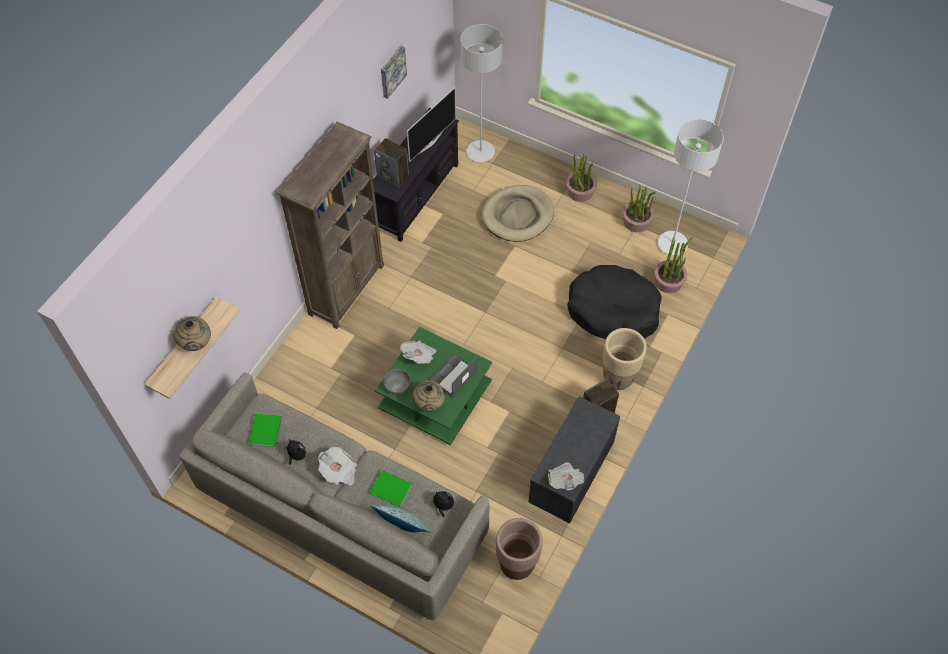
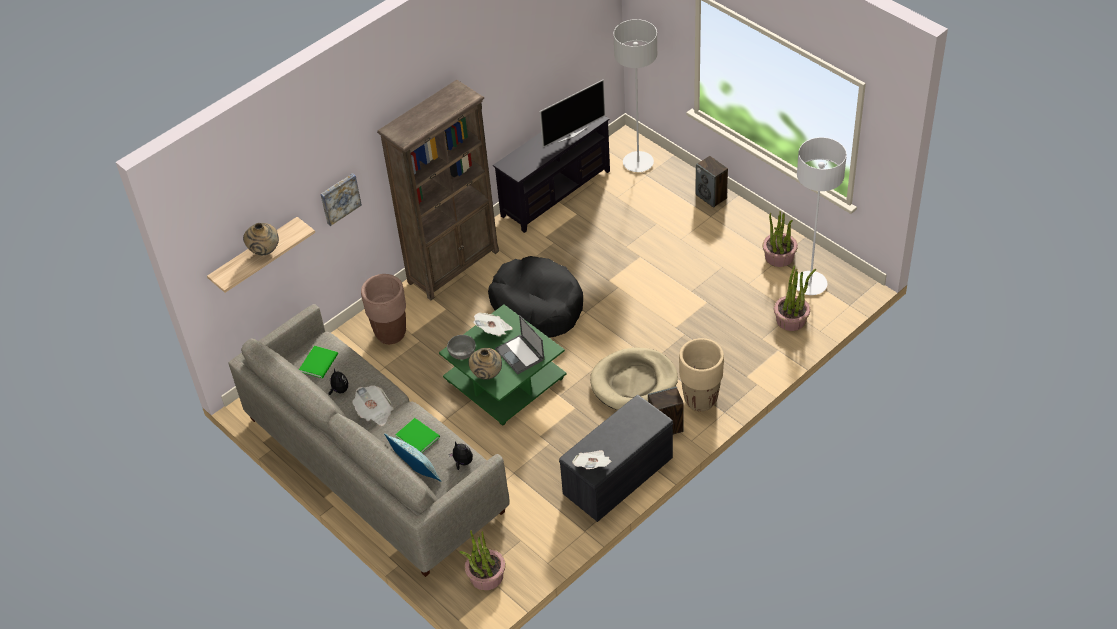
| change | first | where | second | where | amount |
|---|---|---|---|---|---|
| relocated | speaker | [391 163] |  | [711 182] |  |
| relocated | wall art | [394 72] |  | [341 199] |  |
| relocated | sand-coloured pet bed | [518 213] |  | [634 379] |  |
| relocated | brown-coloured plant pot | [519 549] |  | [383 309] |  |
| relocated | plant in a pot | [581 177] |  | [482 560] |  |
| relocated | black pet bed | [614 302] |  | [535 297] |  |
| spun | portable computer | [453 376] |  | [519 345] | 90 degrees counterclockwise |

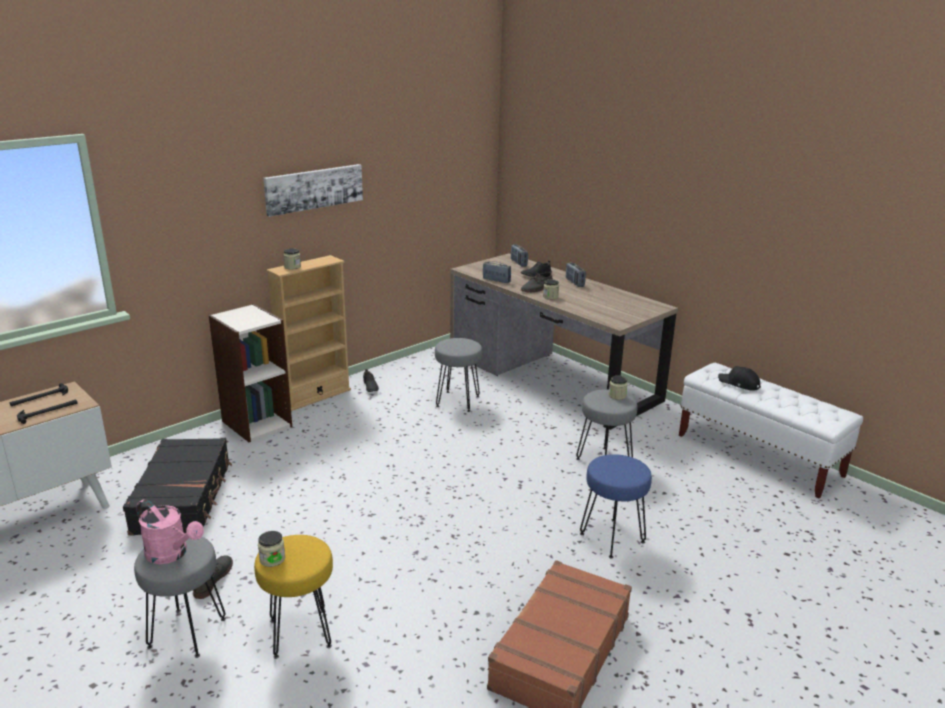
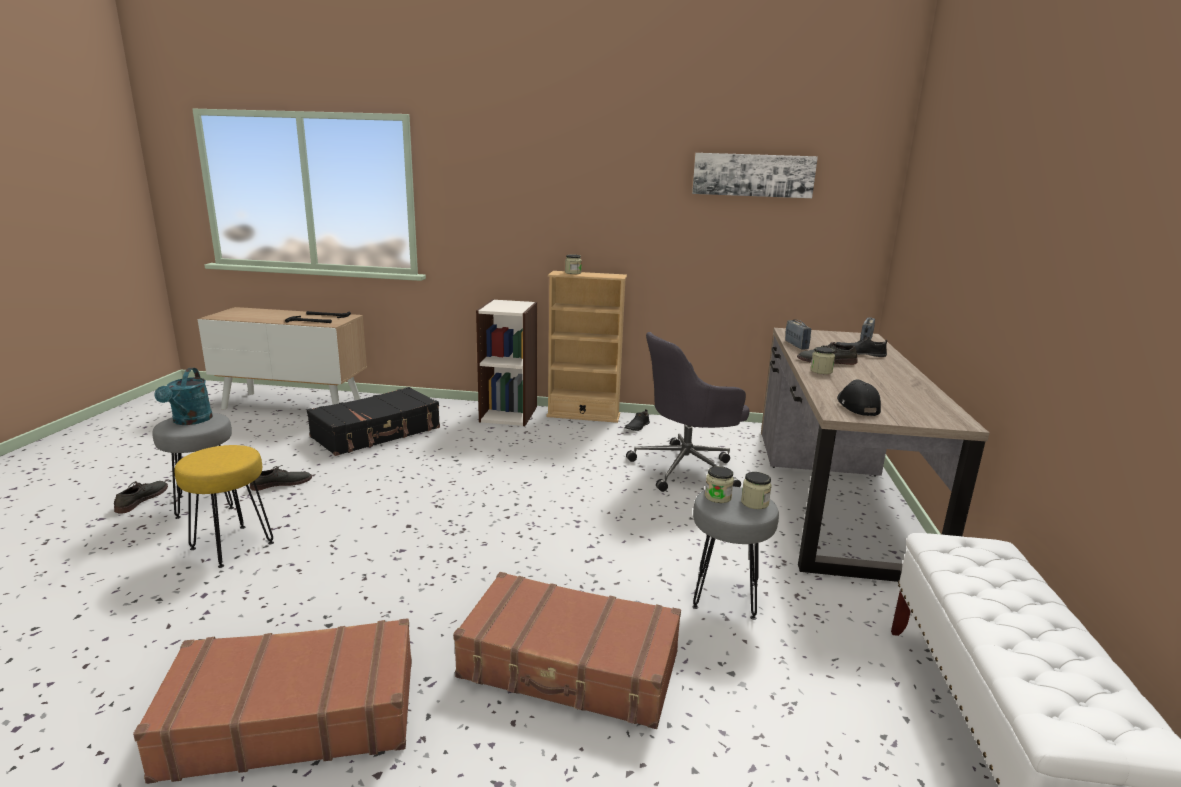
| change | first | where | second | where | amount |
|---|---|---|---|---|---|
| missing | radio set | [576 275] |  |  |  |
| appeared |  |  | grey shoe | [141 497] |  |
| relocated | preserve jar | [271 549] |  | [719 484] |  |
| relocated | wall art | [313 190] |  | [755 175] |  |
| relocated | black peaked cap | [739 378] |  | [859 397] |  |
| exchanged | grey sitting stool | [458 375] | grey desk chair | [688 412] |  |
| exchanged | bluish sitting stool | [616 506] | brown-coloured travel case | [567 650] |  |
| colour | pink watering pot | [170 531] | turquoise watering pot | [183 396] |  |

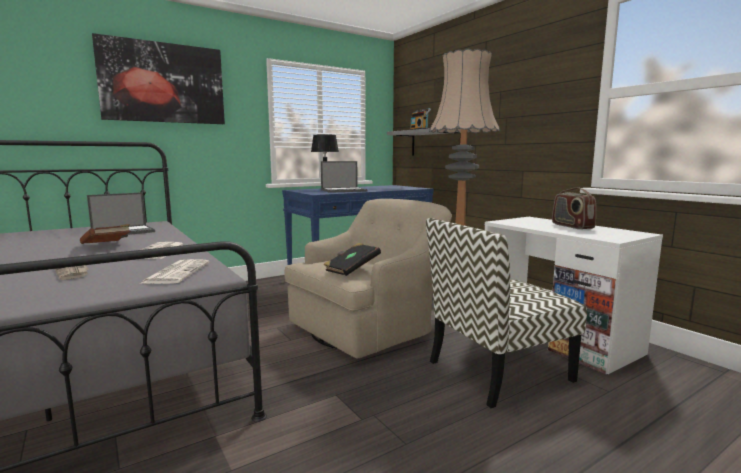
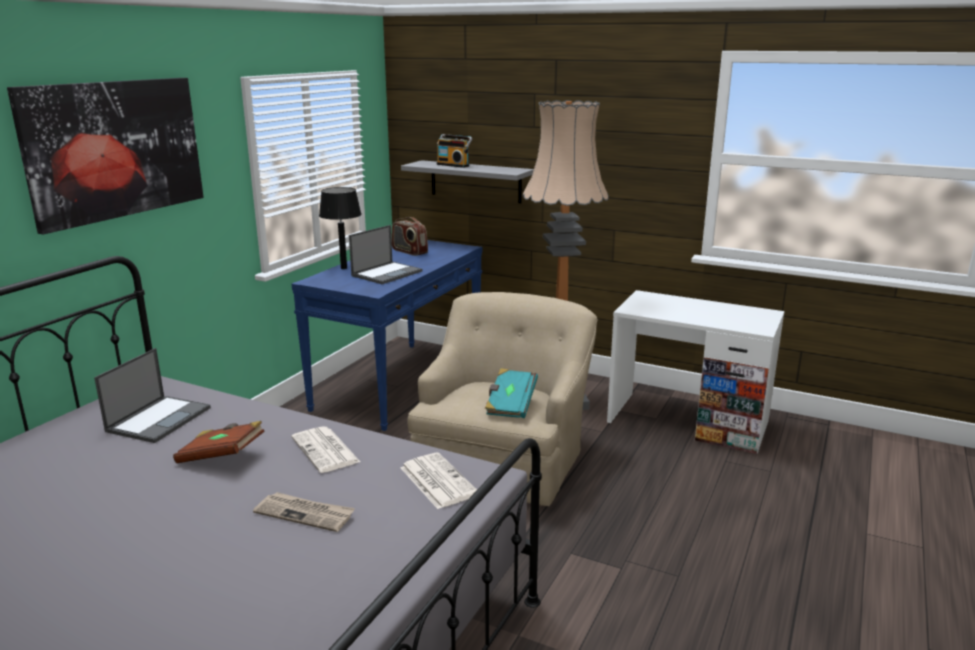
| change | first | where | second | where | amount |
|---|---|---|---|---|---|
| missing | chair | [506 313] |  |  |  |
| relocated | radio set | [574 208] |  | [409 236] |  |
| colour | black volume | [352 259] | turquoise volume | [511 393] |  |

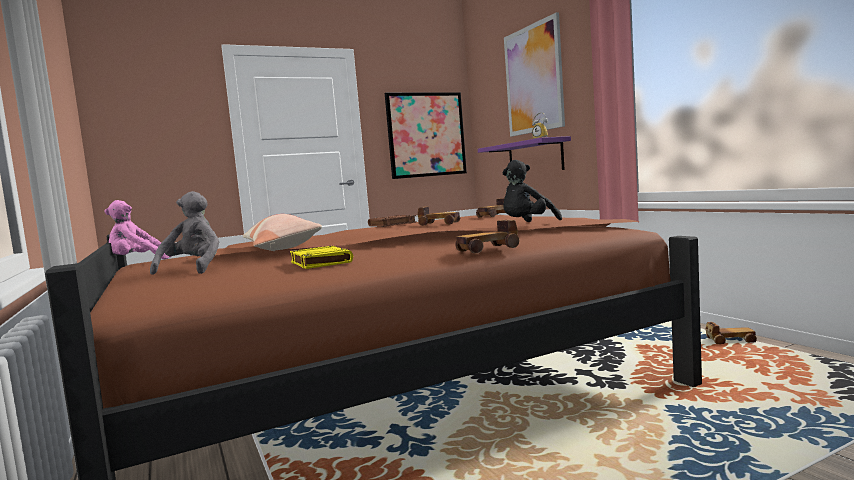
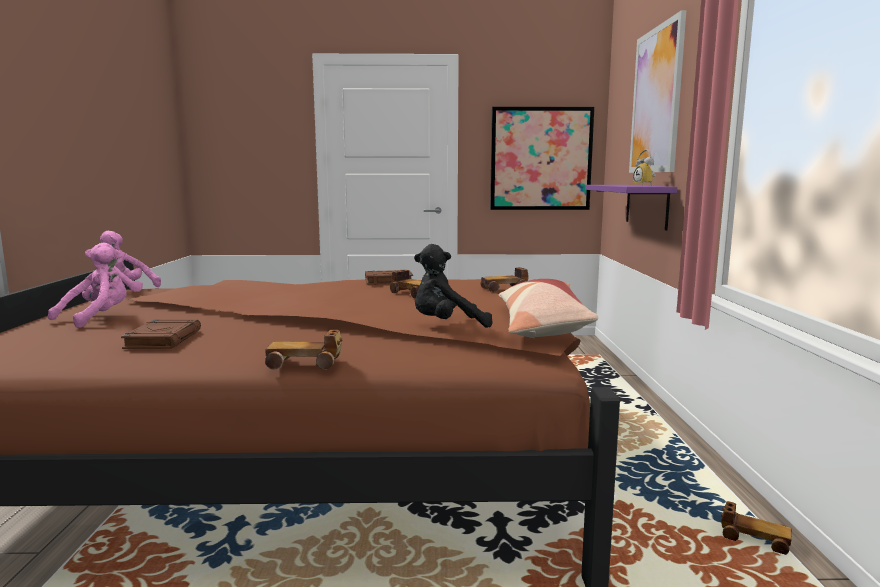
| change | first | where | second | where | amount |
|---|---|---|---|---|---|
| relocated | throw pillow | [282 232] |  | [548 308] |  |
| colour | grey soft toy | [184 233] | pink soft toy | [87 285] |  |
| colour | yellow volume | [321 257] | brown-coloured volume | [161 334] |  |

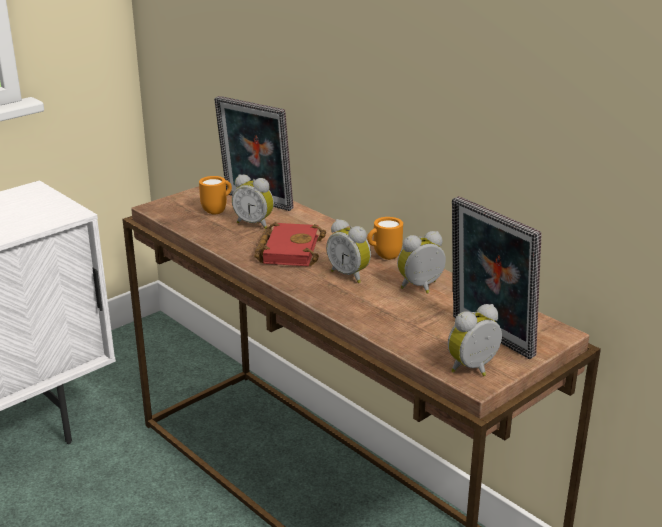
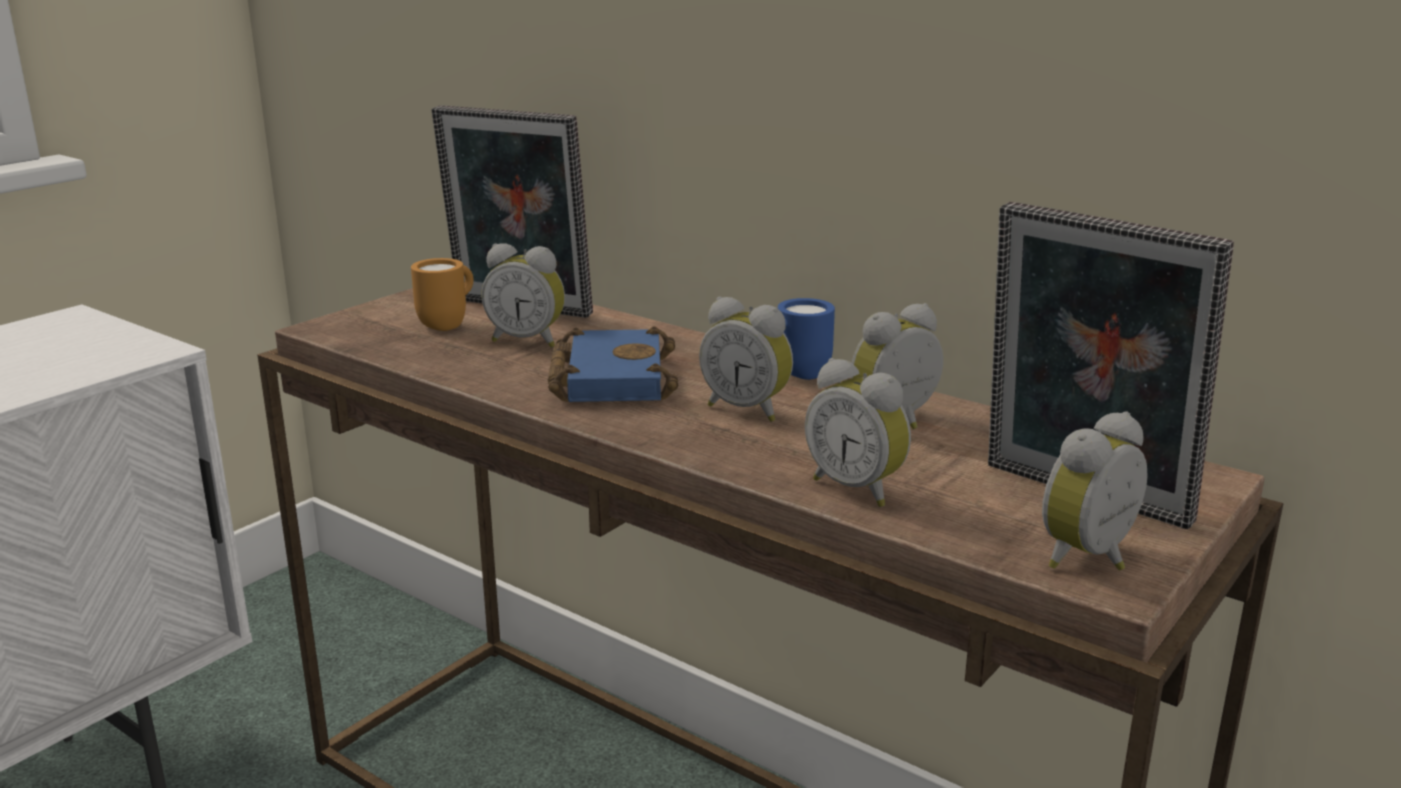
| change | first | where | second | where | amount |
|---|---|---|---|---|---|
| appeared |  |  | bedside clock | [858 432] |  |
| colour | reddish volume | [290 244] | bluish volume | [613 364] |  |
| colour | orange mug | [385 238] | bluish mug | [806 339] |  |

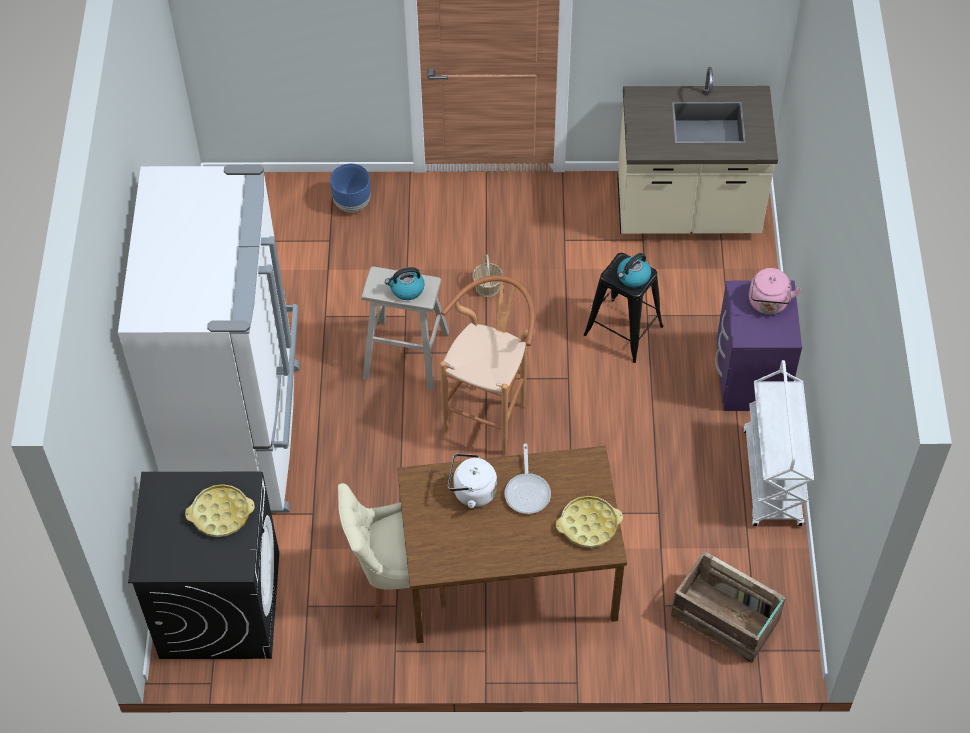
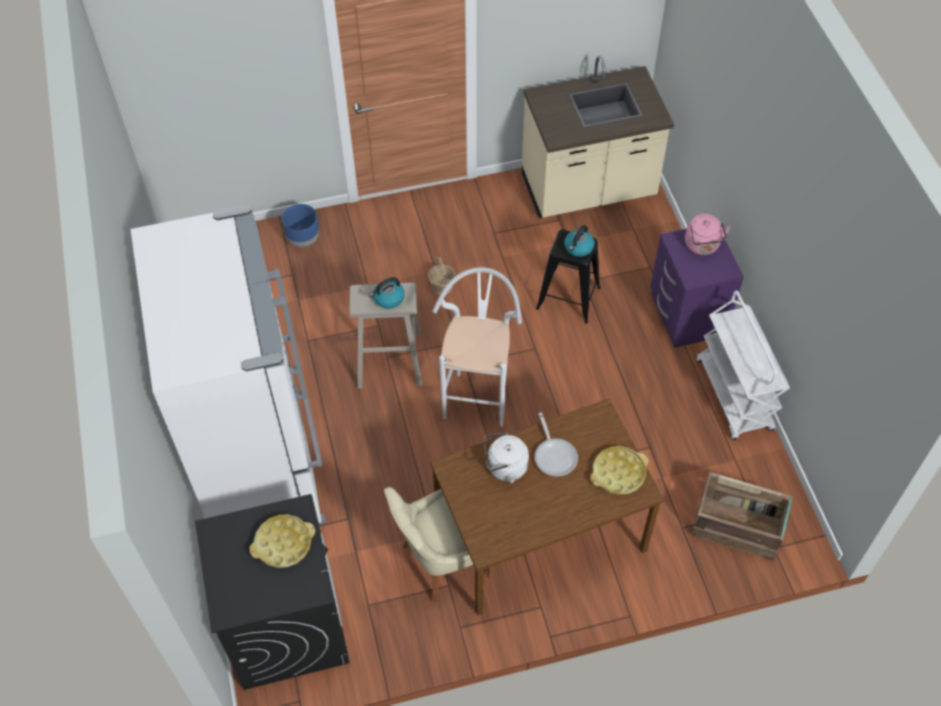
| change | first | where | second | where | amount |
|---|---|---|---|---|---|
| colour | brown-coloured sitting stool | [487 365] | whitish sitting stool | [477 347] |  |

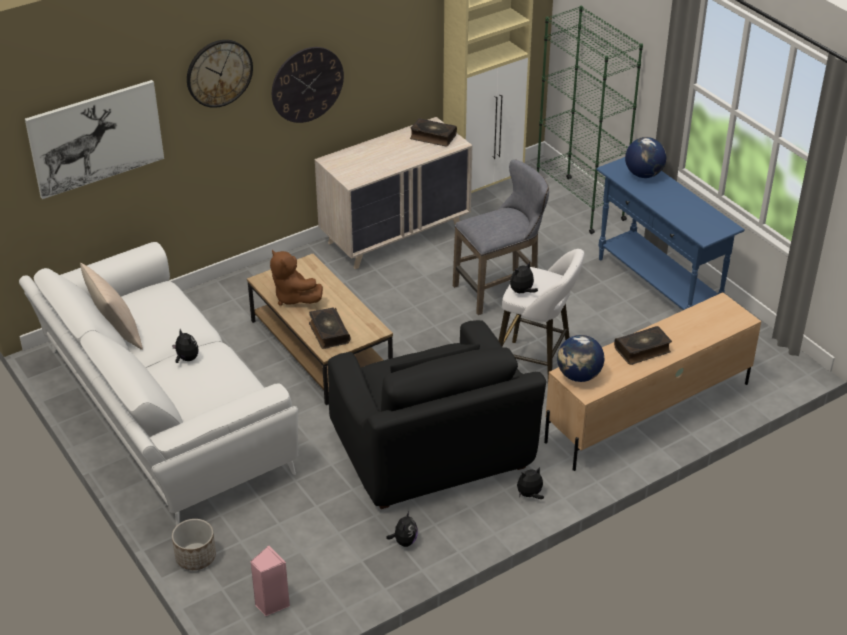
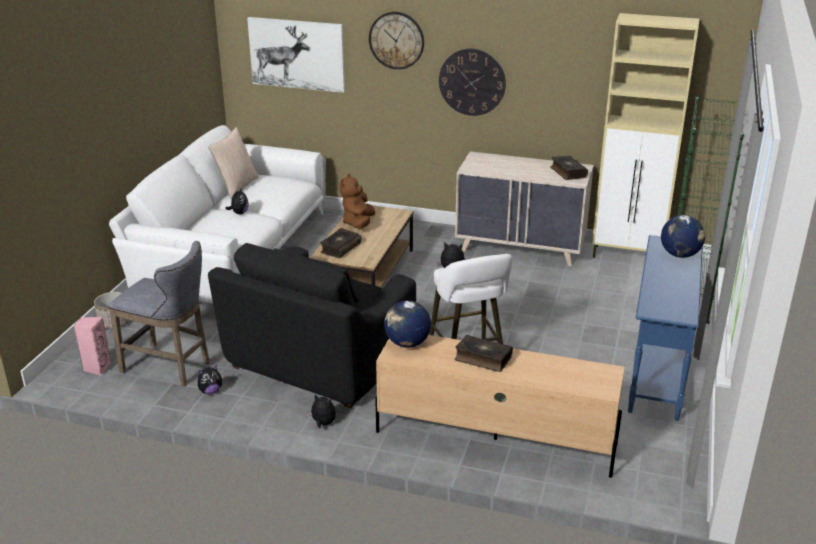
| change | first | where | second | where | amount |
|---|---|---|---|---|---|
| relocated | grey sitting stool | [501 237] |  | [159 314] |  |

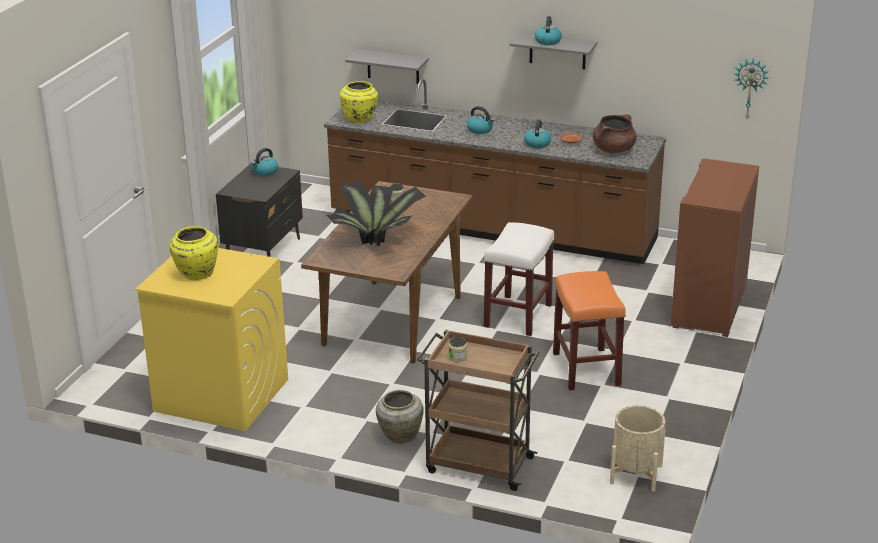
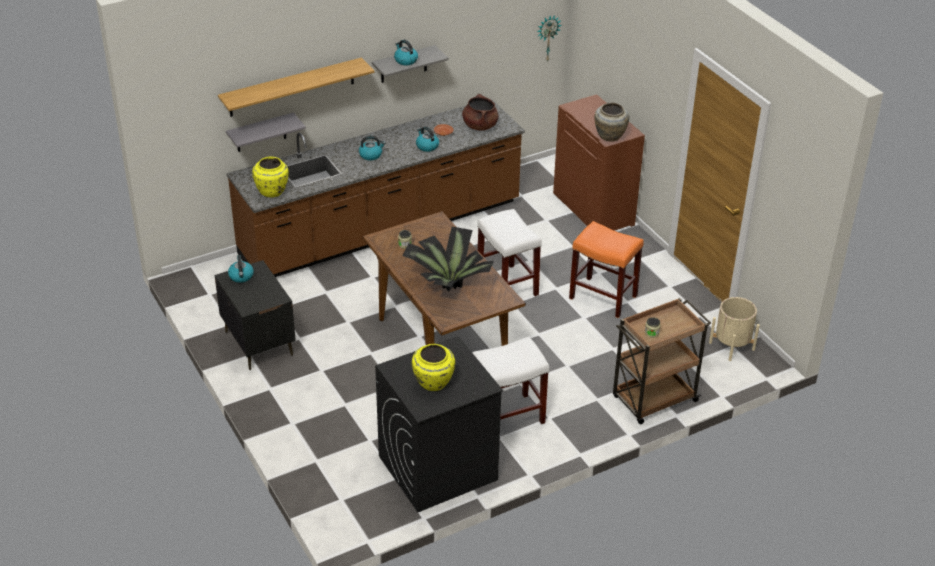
| change | first | where | second | where | amount |
|---|---|---|---|---|---|
| appeared |  |  | bracket shelf | [296 87] |  |
| appeared |  |  | whitish sitting stool | [510 380] |  |
| relocated | sand-coloured vase | [400 417] |  | [611 122] |  |
| colour | yellow laundry appliance | [211 339] | black laundry appliance | [439 424] |  |

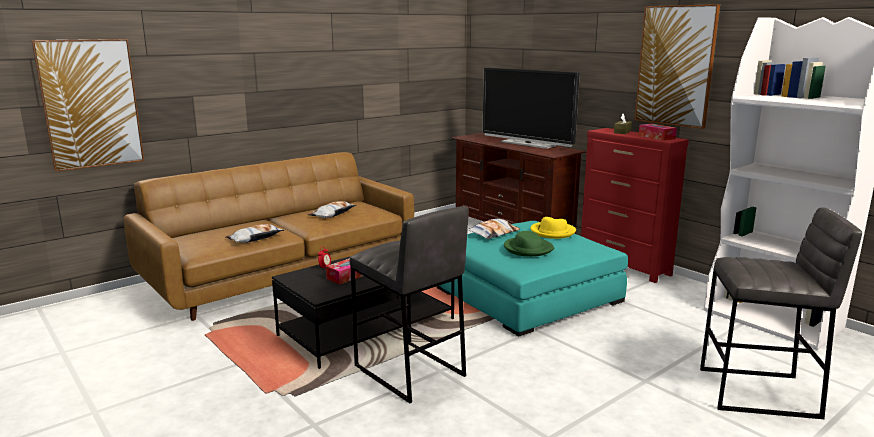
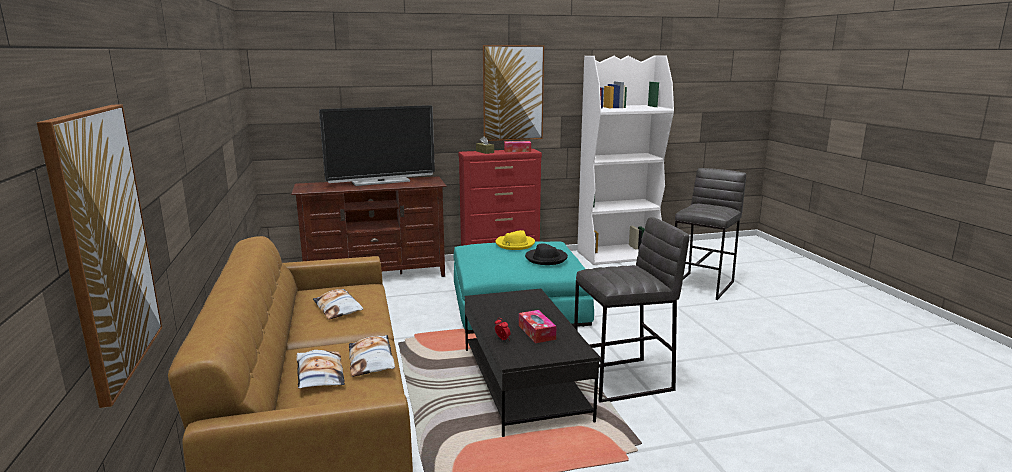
| change | first | where | second | where | amount |
|---|---|---|---|---|---|
| relocated | throw pillow | [494 229] |  | [320 369] |  |
| colour | greenish clothing hat | [529 244] | black clothing hat | [546 254] |  |

